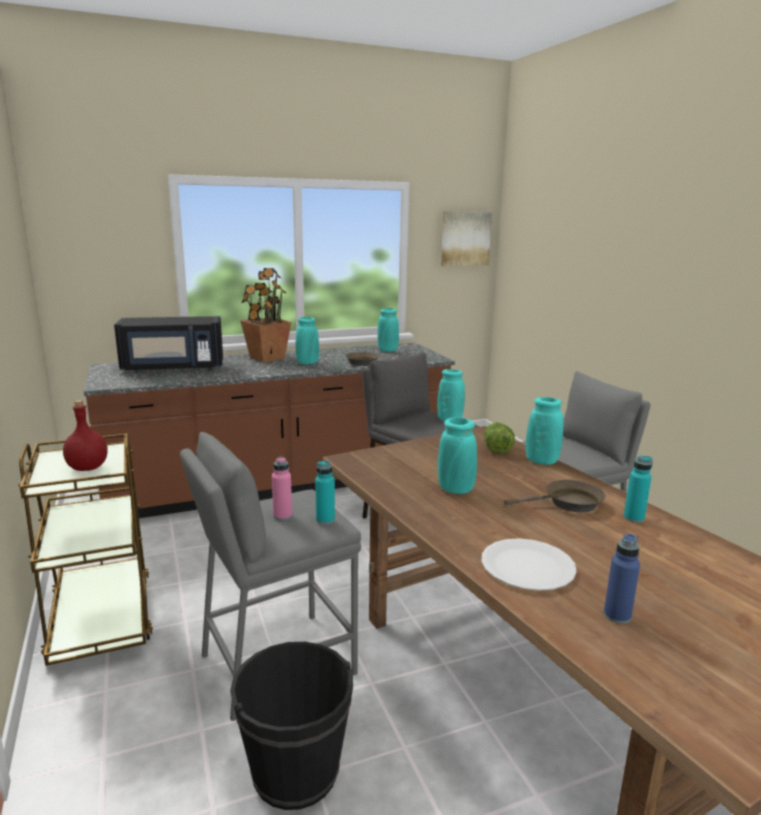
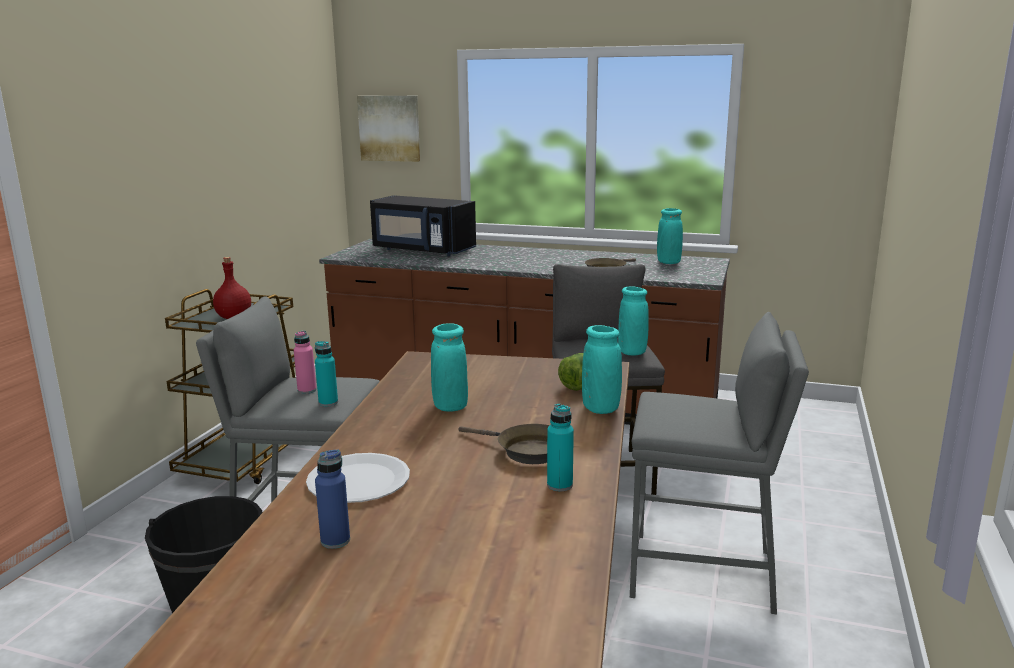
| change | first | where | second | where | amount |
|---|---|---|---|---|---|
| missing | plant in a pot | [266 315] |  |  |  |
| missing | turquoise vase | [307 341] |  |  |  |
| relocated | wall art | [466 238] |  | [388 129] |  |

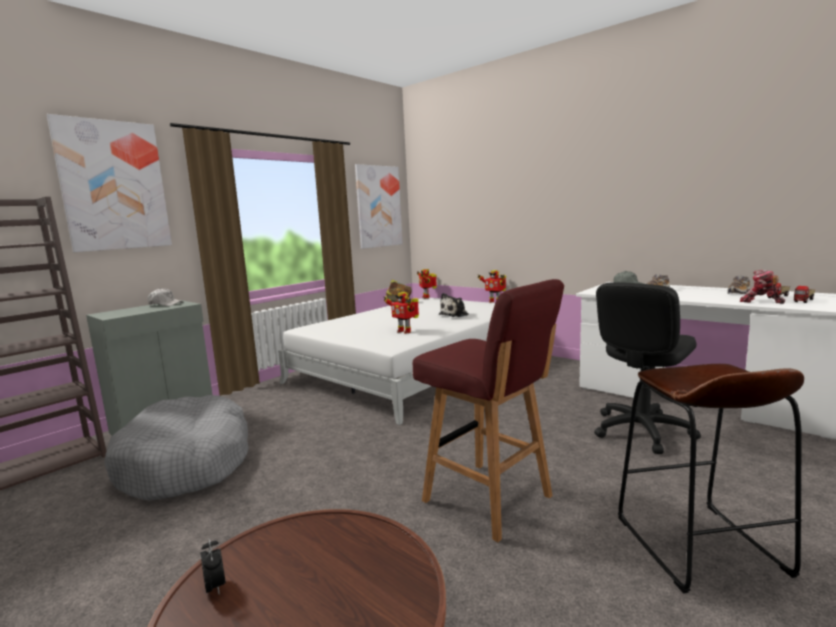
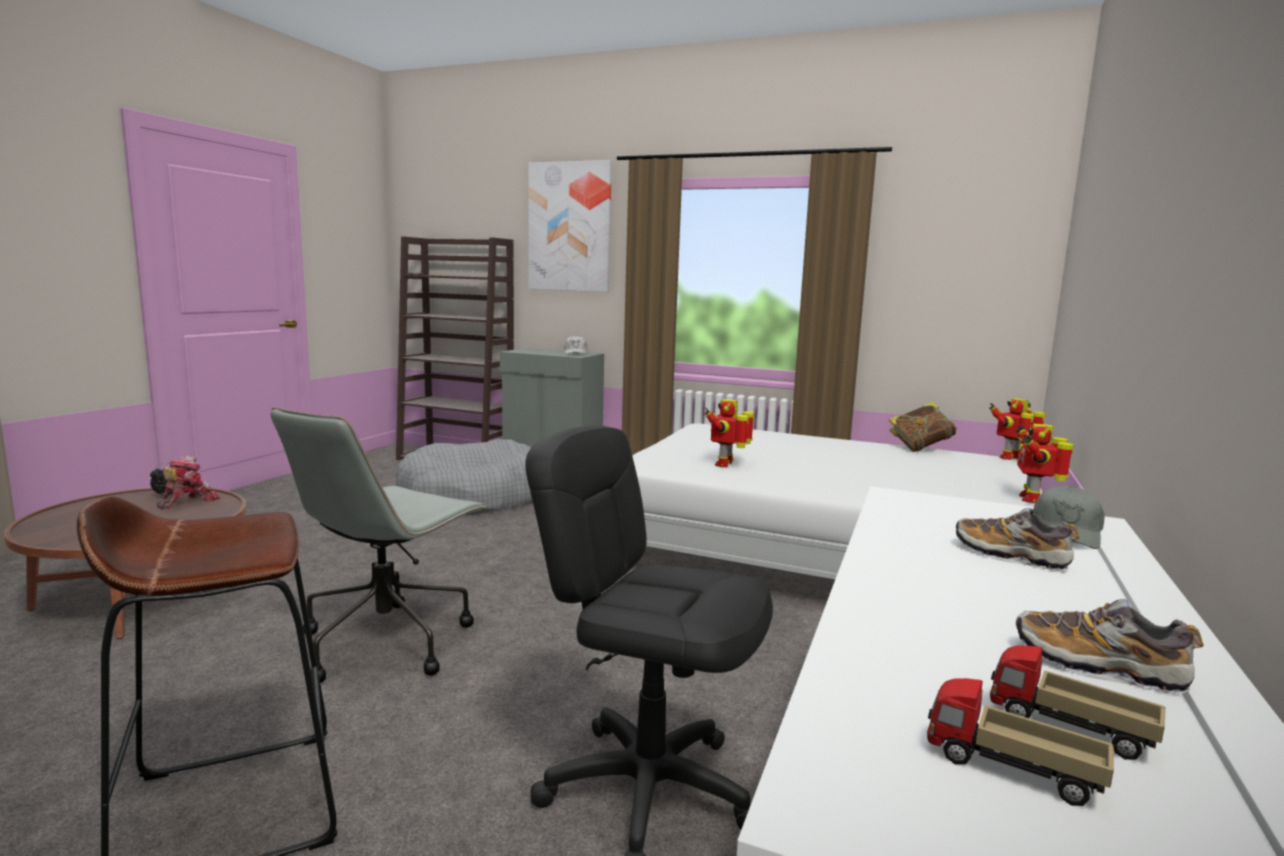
| change | first | where | second | where | amount |
|---|---|---|---|---|---|
| missing | wall art | [379 206] |  |  |  |
| missing | soft toy | [454 305] |  |  |  |
| relocated | model robot | [762 287] |  | [188 482] |  |
| exchanged | reddish sitting stool | [488 410] | grey desk chair | [378 545] |  |

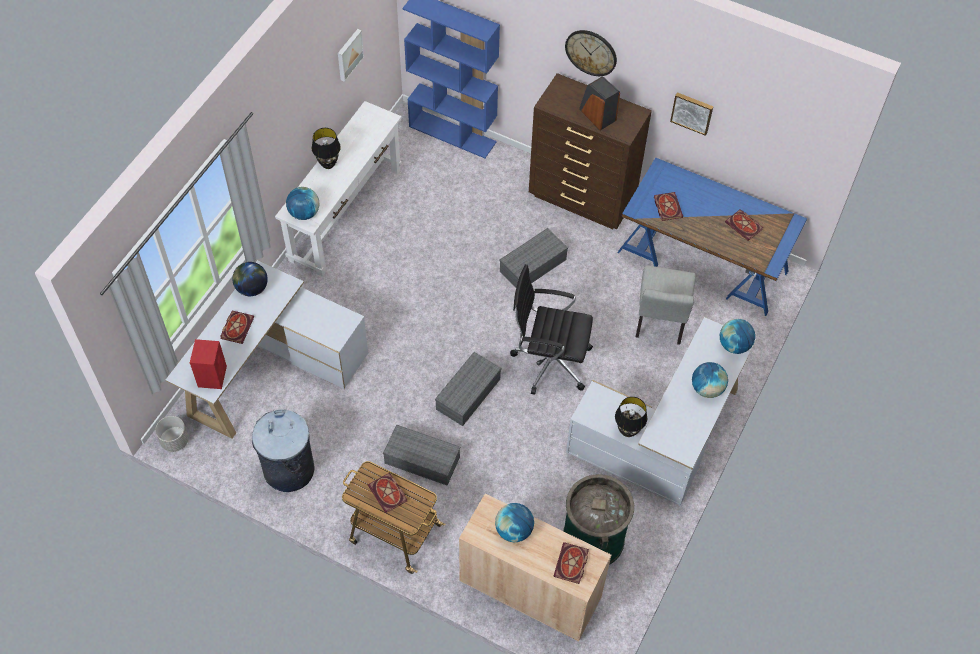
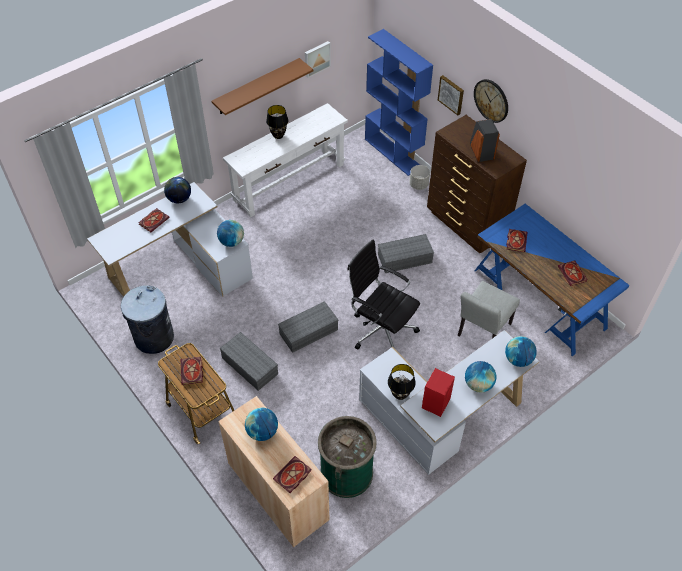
| change | first | where | second | where | amount |
|---|---|---|---|---|---|
| appeared |  |  | brown-coloured bracket shelf | [262 86] |  |
| relocated | grey plant pot | [172 434] |  | [420 177] |  |
| relocated | reddish speaker | [208 364] |  | [438 392] |  |
| relocated | desk globe | [302 203] |  | [230 233] |  |
| relocated | wall art | [692 114] |  | [451 95] |  |

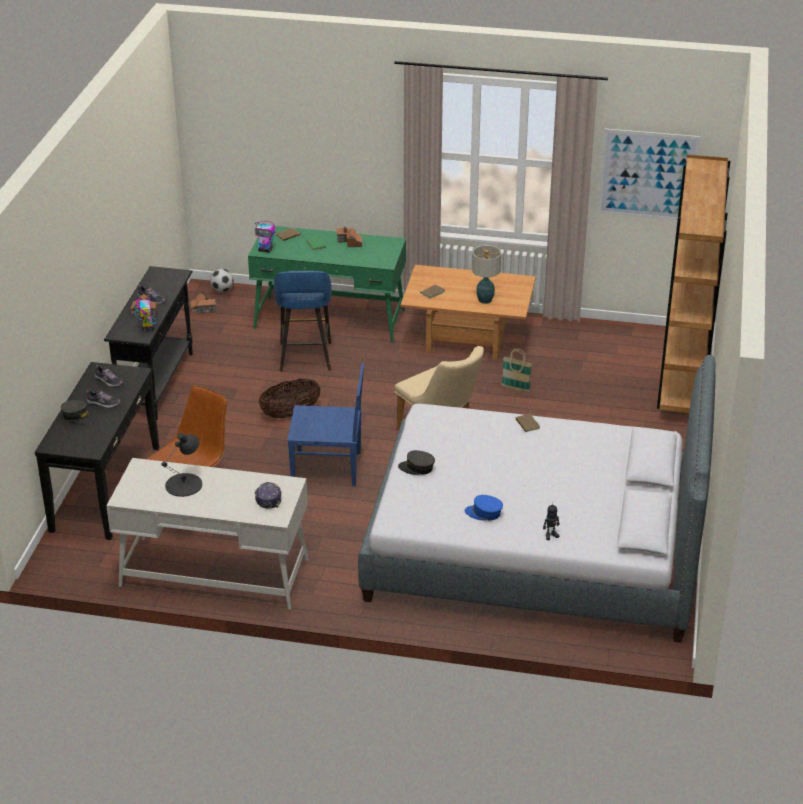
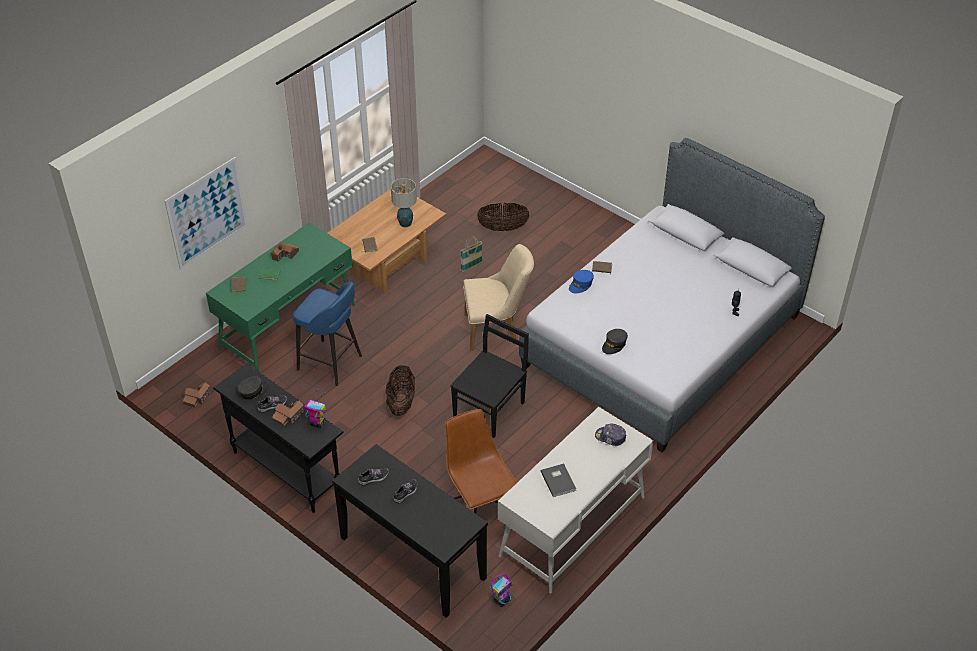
| change | first | where | second | where | amount |
|---|---|---|---|---|---|
| missing | ball for football | [222 280] |  |  |  |
| missing | brown-coloured shelving unit | [693 283] |  |  |  |
| appeared |  |  | basket | [503 217] |  |
| relocated | grey peaked cap | [78 412] |  | [254 388] |  |
| relocated | model robot | [265 237] |  | [501 590] |  |
| relocated | bluish peaked cap | [484 507] |  | [581 281] |  |
| relocated | wall art | [649 174] |  | [206 213] |  |
| exchanged | black tabletop lamp | [181 465] | grey volume | [558 480] |  |
| colour | bluish chair | [325 424] | black chair | [489 376] |  |

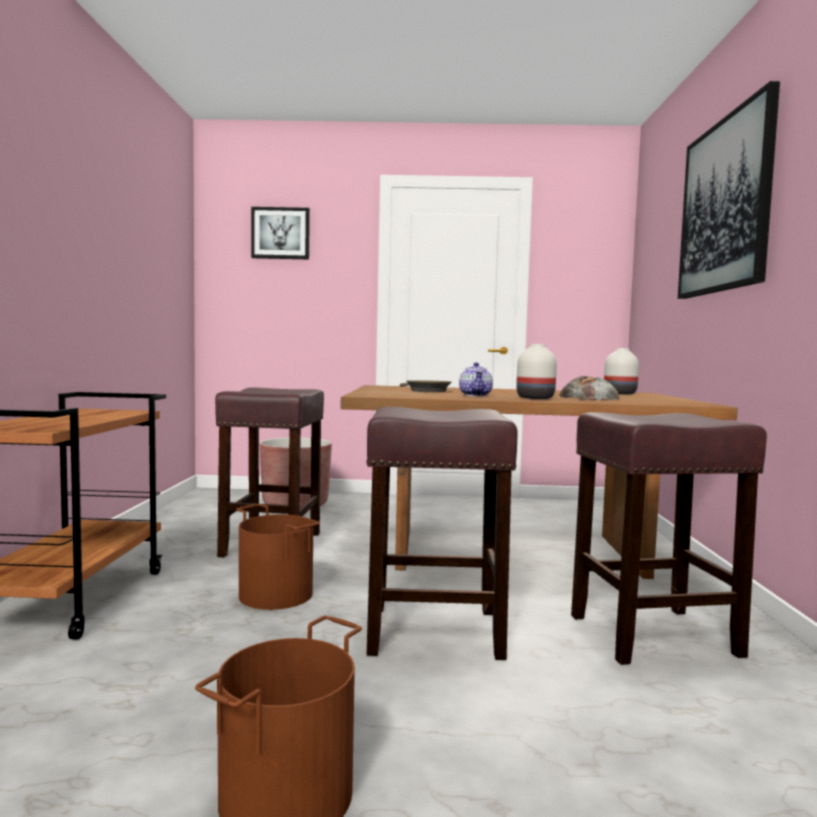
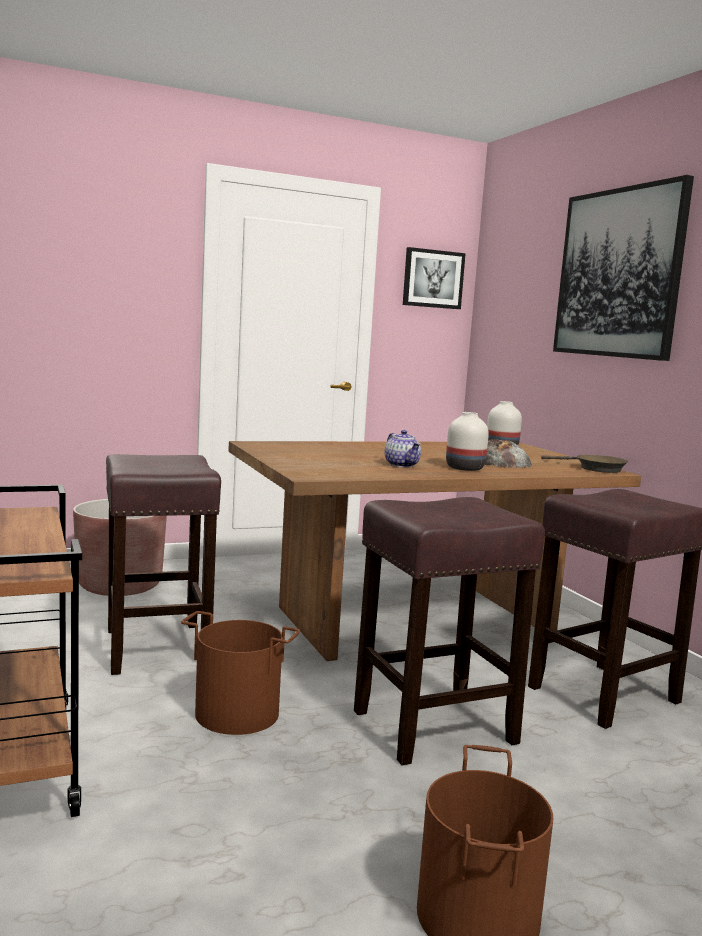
| change | first | where | second | where | amount |
|---|---|---|---|---|---|
| relocated | wall art | [280 233] |  | [434 278] |  |
| relocated | brown-coloured pan | [425 386] |  | [584 464] |  |

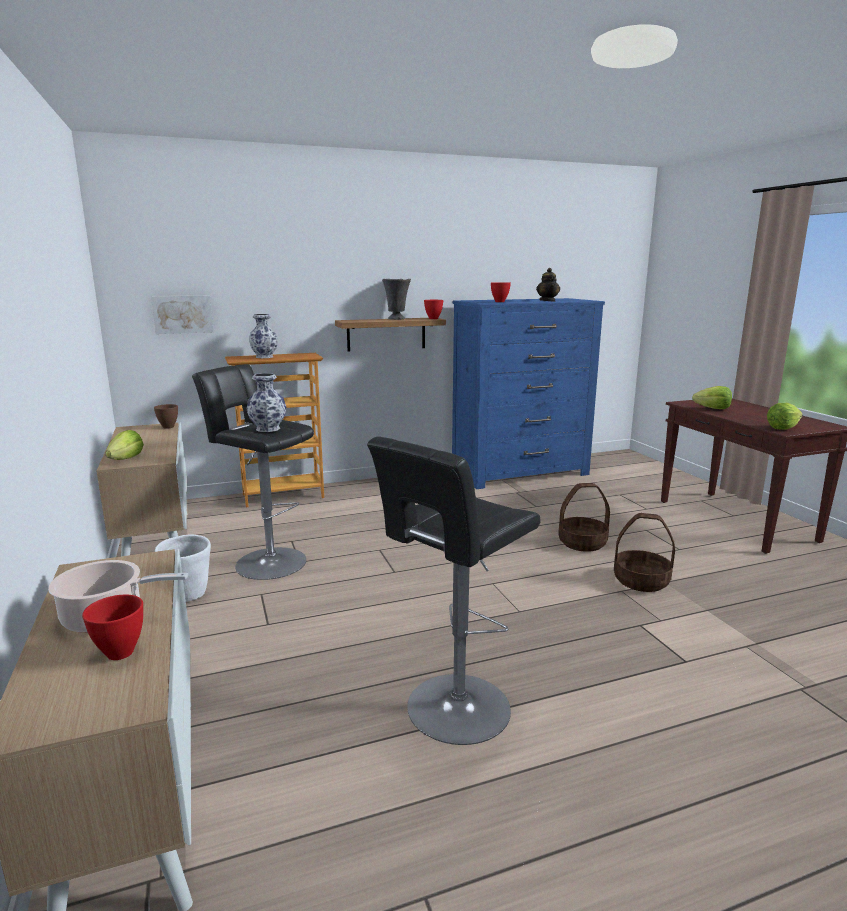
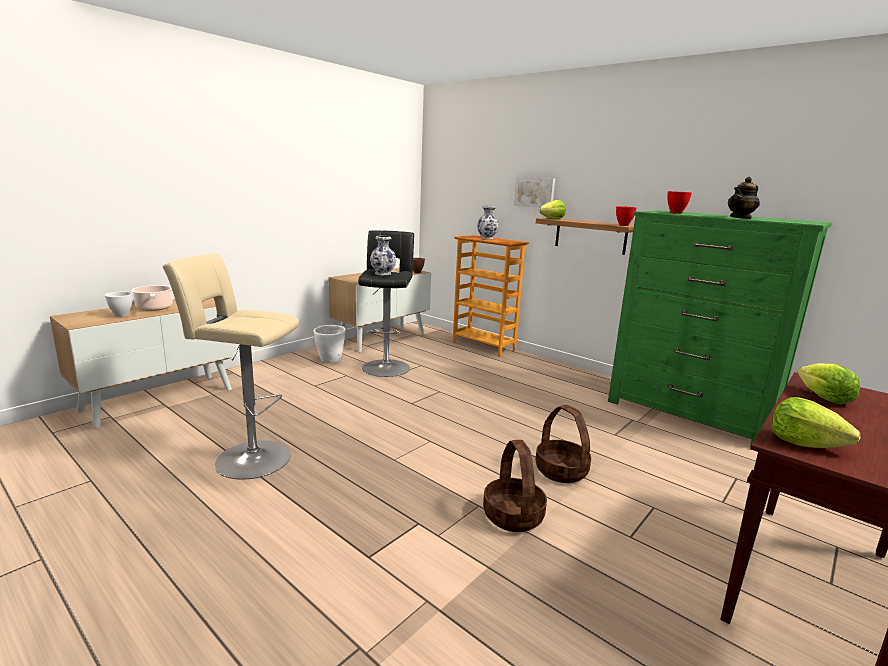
| change | first | where | second | where | amount |
|---|---|---|---|---|---|
| missing | grey vase | [396 299] |  |  |  |
| relocated | head of lettuce | [125 445] |  | [552 209] |  |
| relocated | wall art | [182 314] |  | [534 192] |  |
| colour | reddish bowl | [112 627] | whitish bowl | [119 304] |  |
| colour | black sitting stool | [454 591] | sand-coloured sitting stool | [230 366] |  |
| colour | bluish chest of drawers | [528 393] | greenish chest of drawers | [720 328] |  |

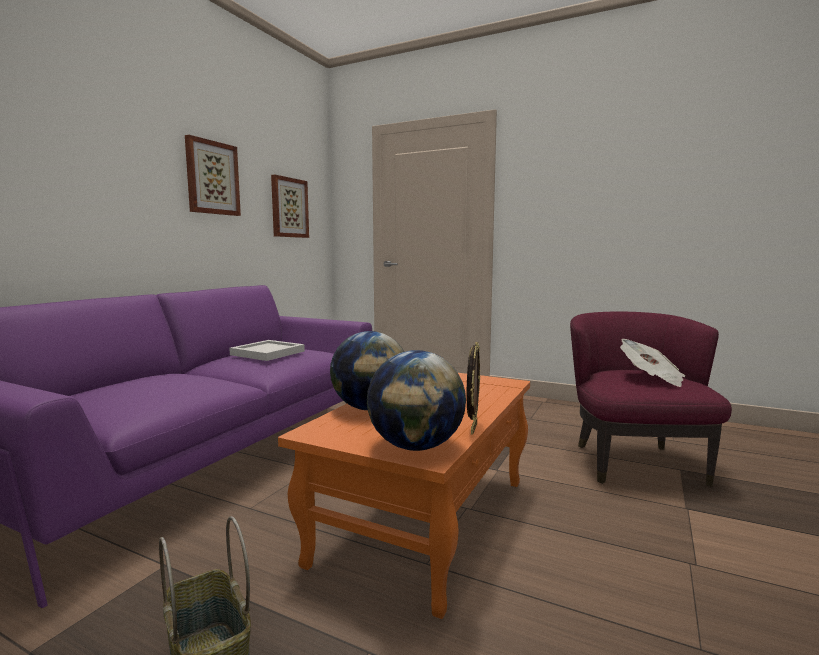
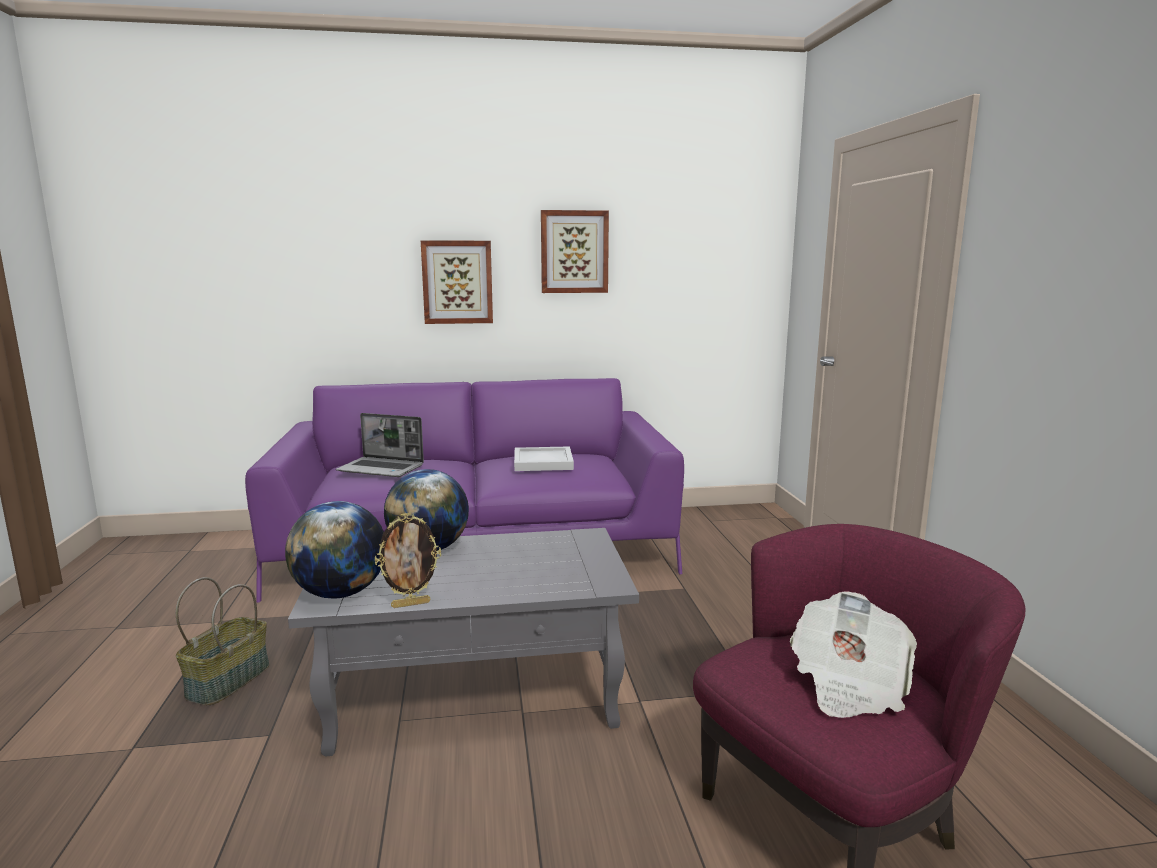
| change | first | where | second | where | amount |
|---|---|---|---|---|---|
| appeared |  |  | portable computer | [380 445] |  |
| relocated | wall art | [290 206] |  | [457 282] |  |
| colour | orange low table | [404 496] | grey low table | [463 642] |  |

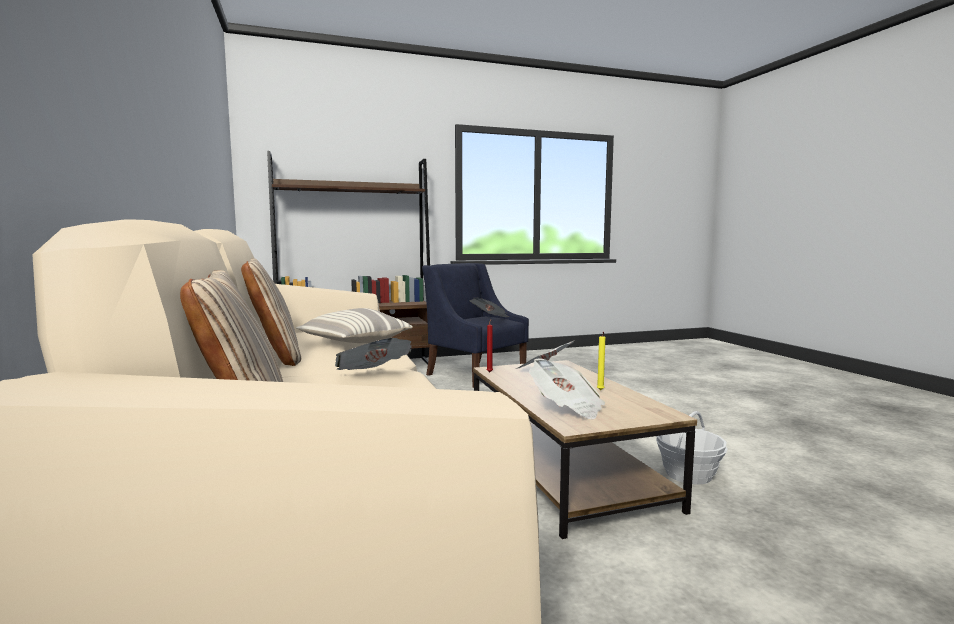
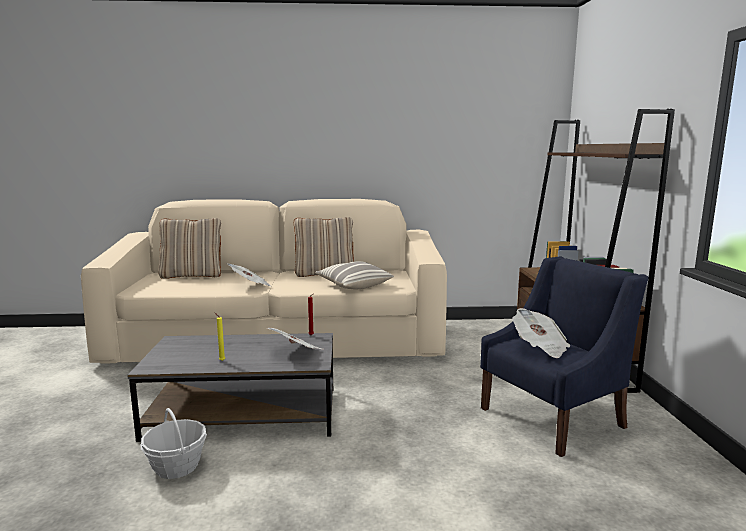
| change | first | where | second | where | amount |
|---|---|---|---|---|---|
| missing | printed paper | [567 389] |  |  |  |
| colour | brown-coloured low table | [585 449] | grey low table | [230 387] |  |

